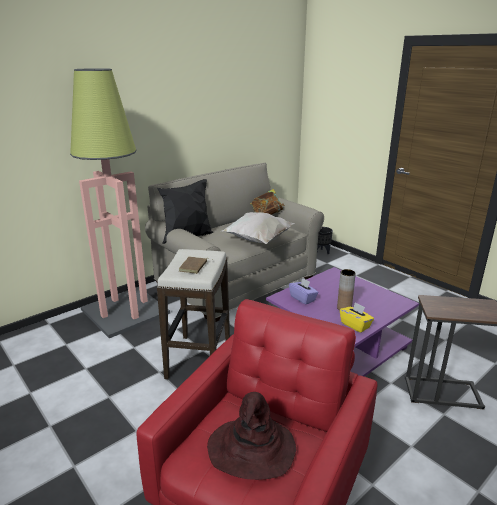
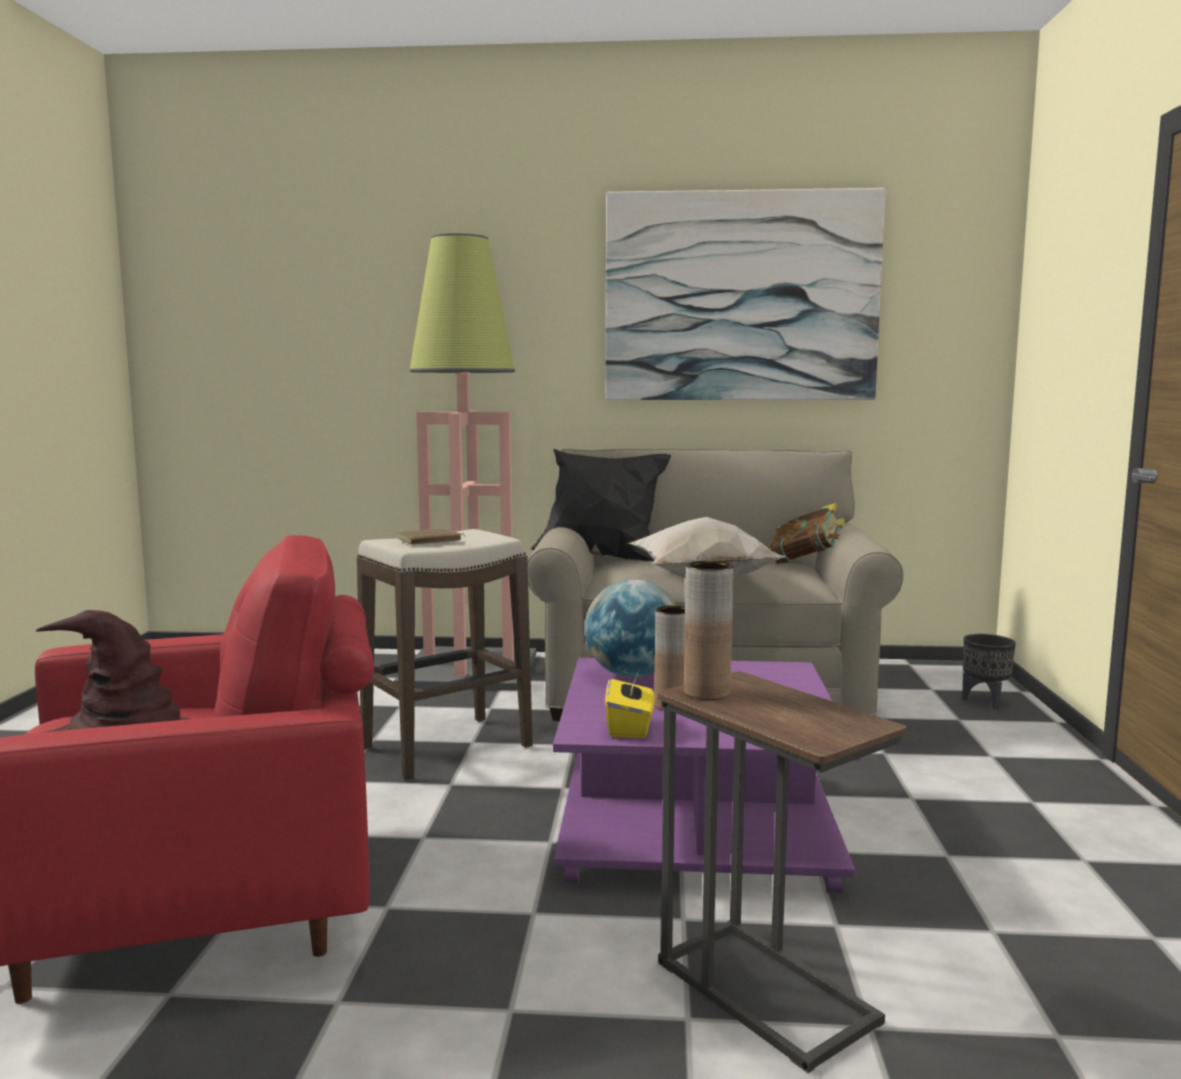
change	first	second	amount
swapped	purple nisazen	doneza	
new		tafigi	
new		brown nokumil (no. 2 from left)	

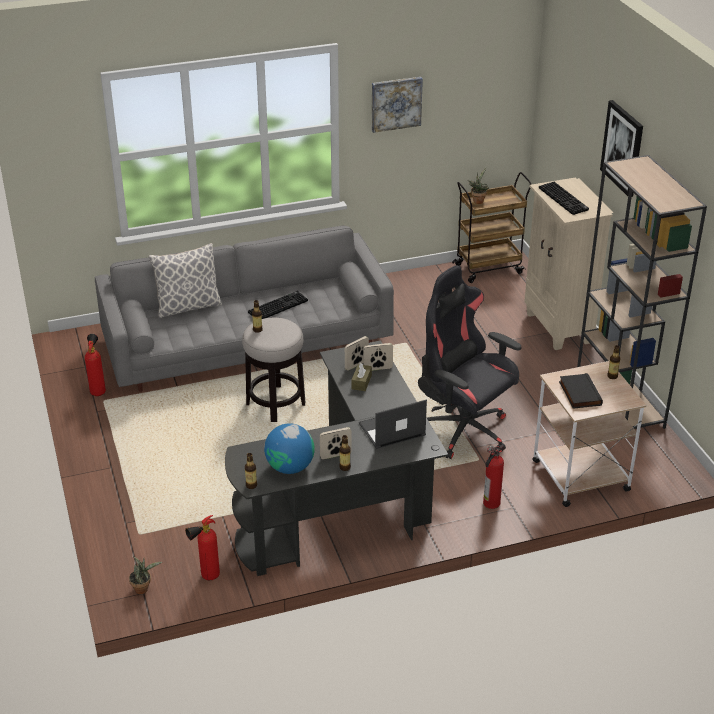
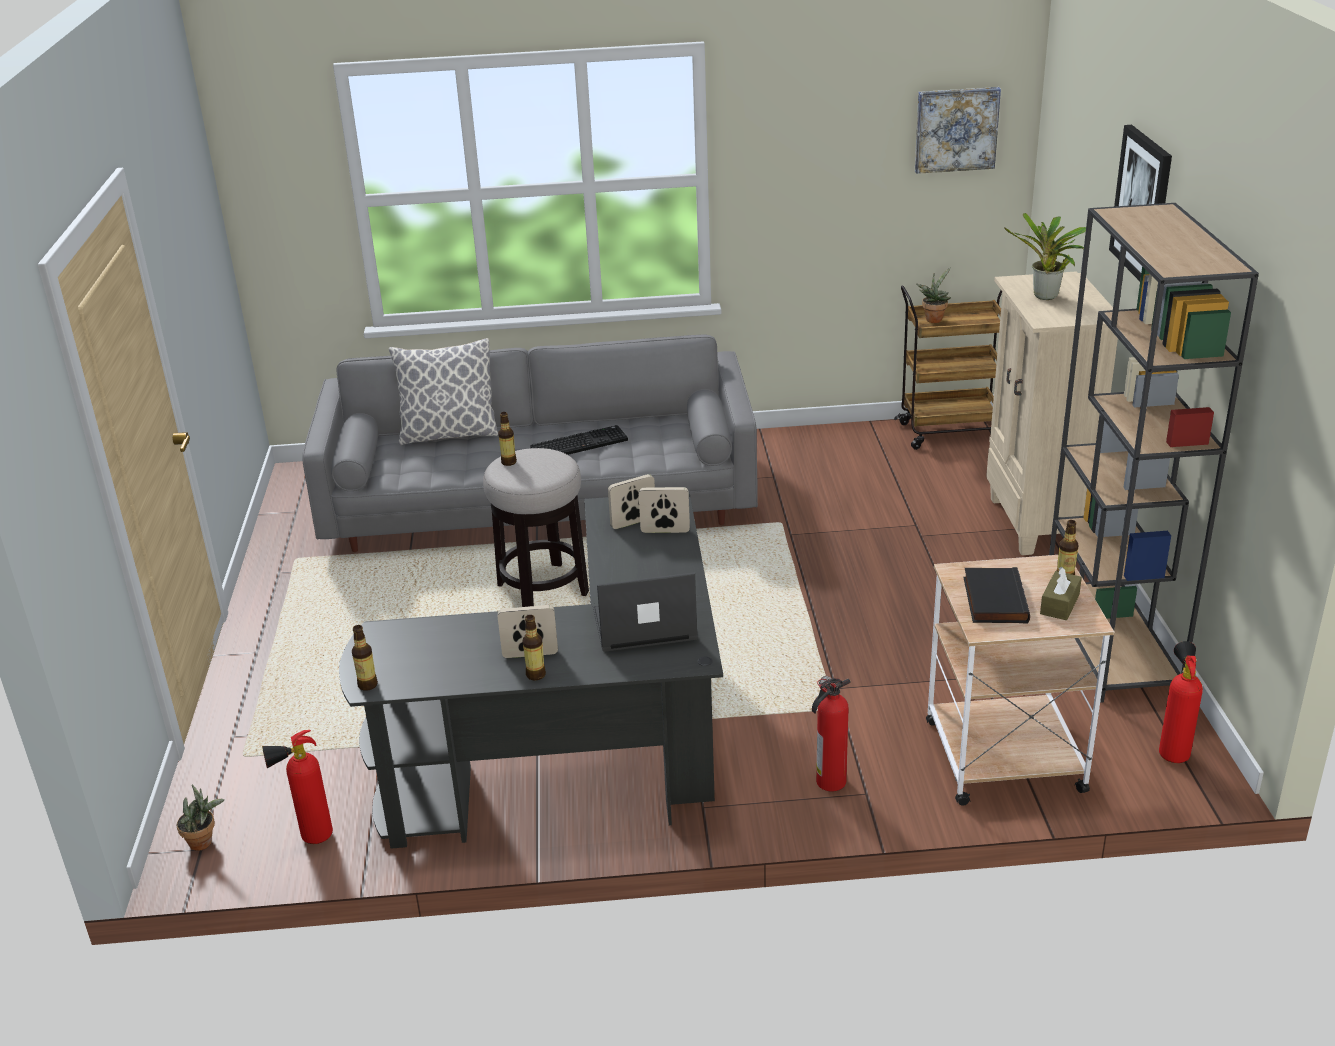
change	first	second	amount
shifted	tafigi (no. 1 from left)		
swapped	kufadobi (no. 2 from left)	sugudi (no. 3 from left)	
gone	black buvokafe		
shifted	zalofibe (no. 1 from left in the first image)	zalofibe (no. 3 from left)	
shifted	brown nisazen		
gone	doneza		

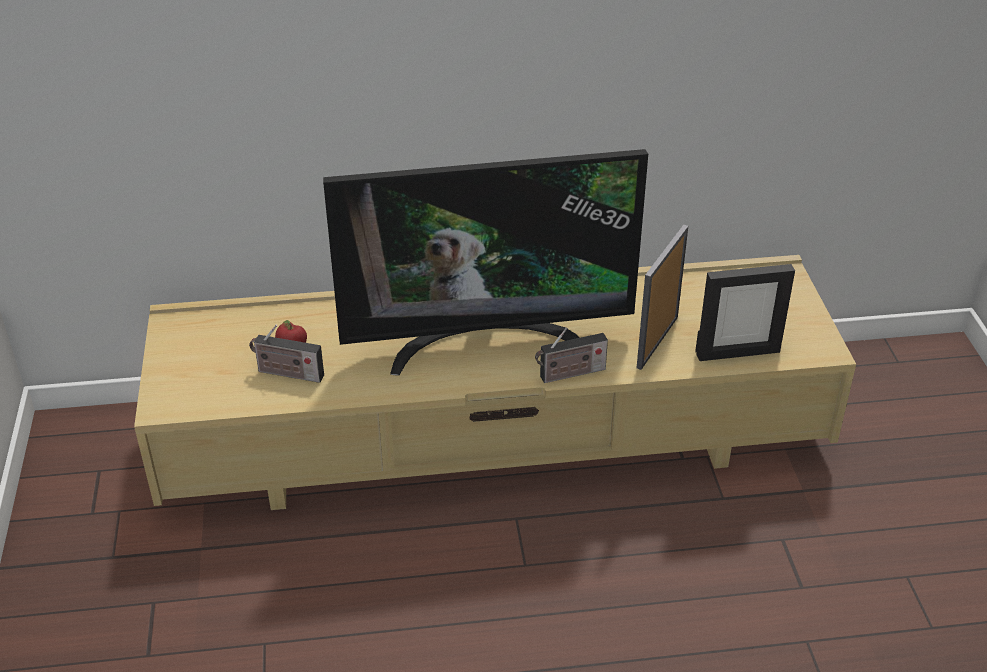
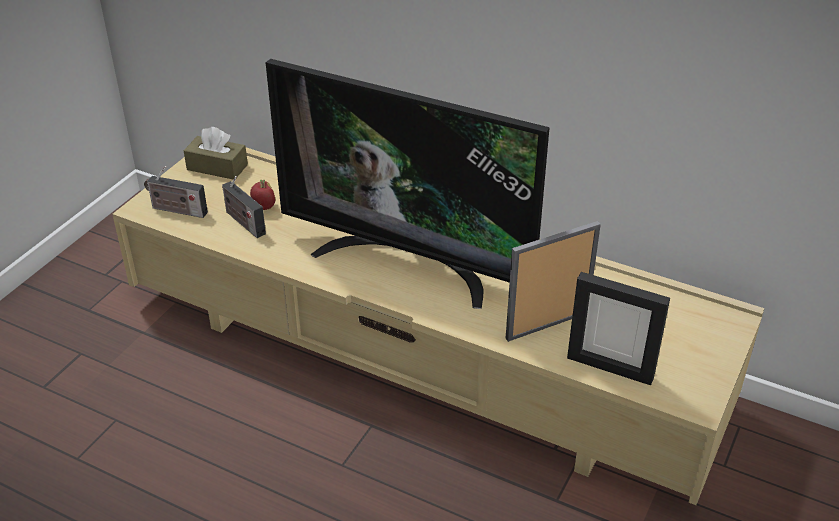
change	first	second	amount
shifted	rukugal (no. 2 from left in the first image)	rukugal (no. 1 from left)	
new		brown nisazen	

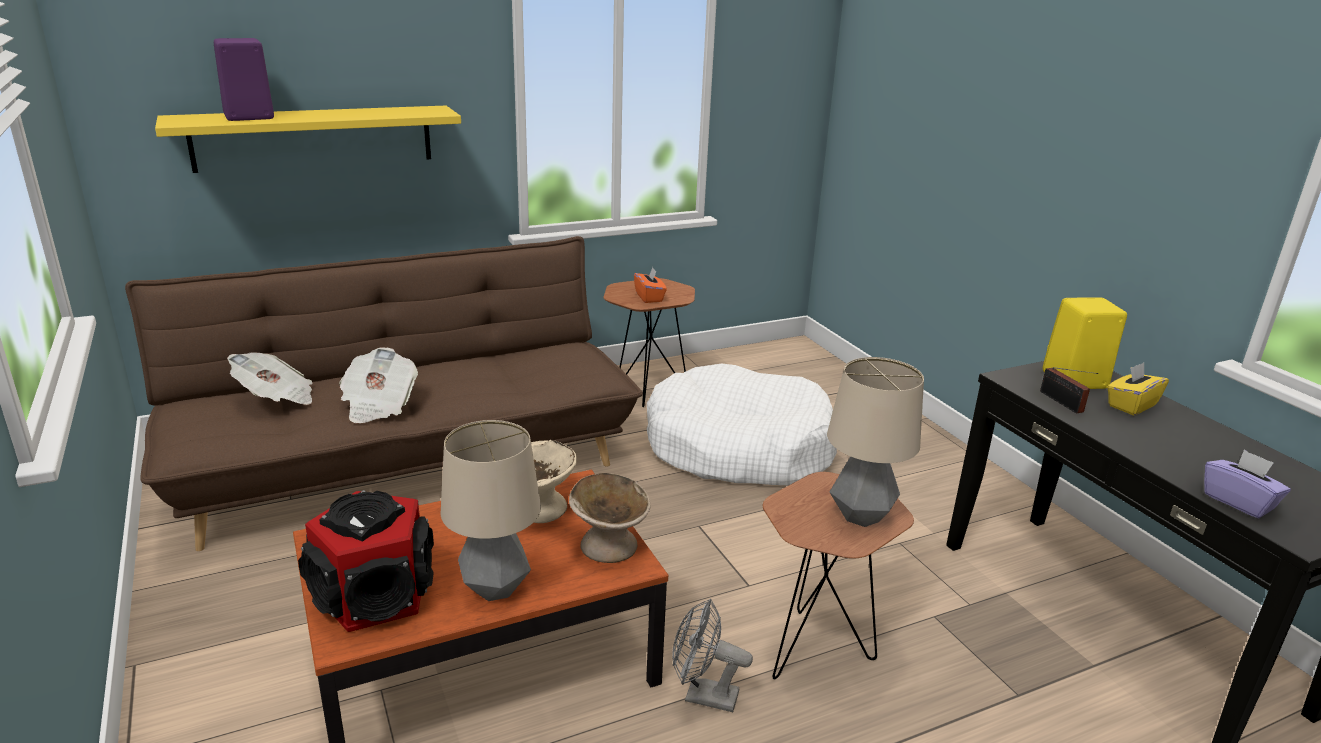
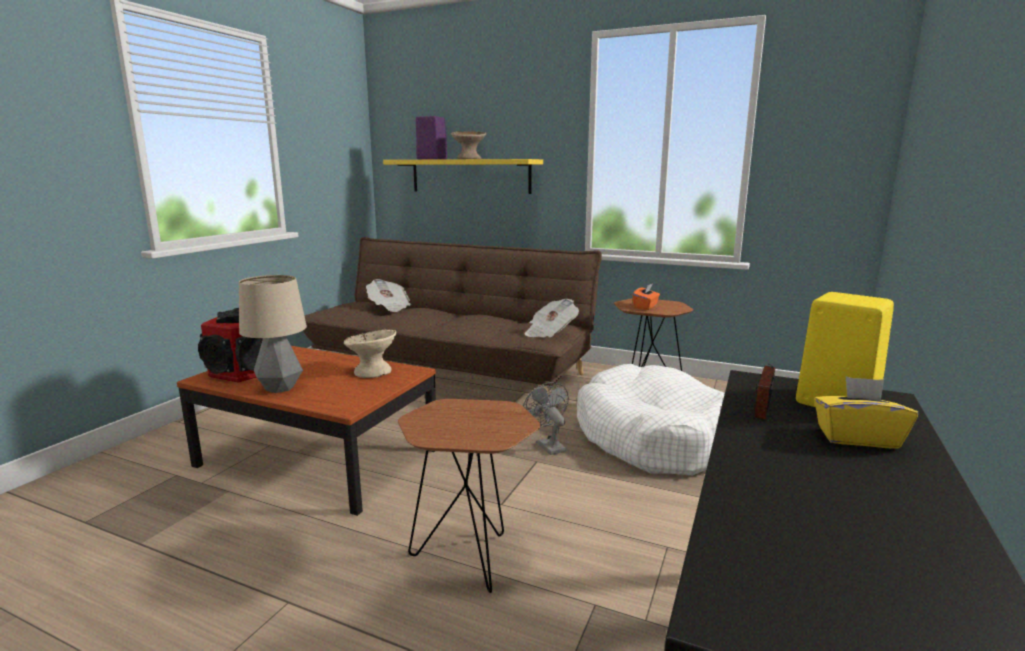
change	first	second	amount
shifted	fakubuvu (no. 2 from left)		
gone	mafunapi (no. 2 from left)		
gone	purple nisazen		
shifted	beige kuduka (no. 2 from left)		
shifted	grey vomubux		

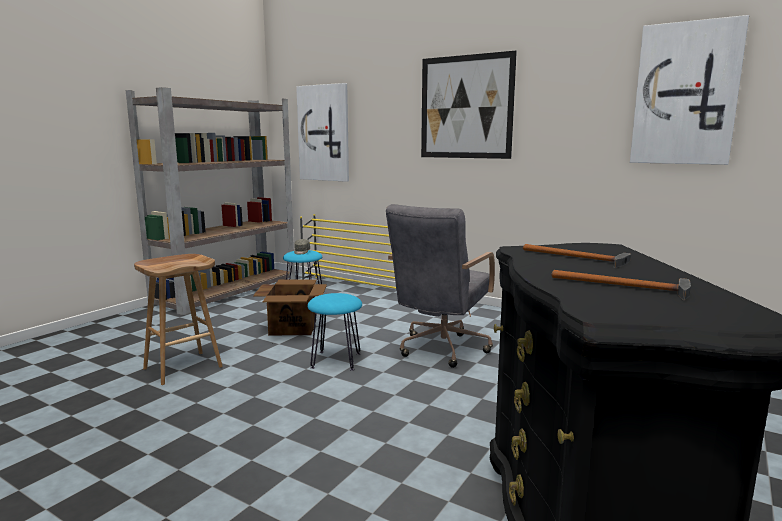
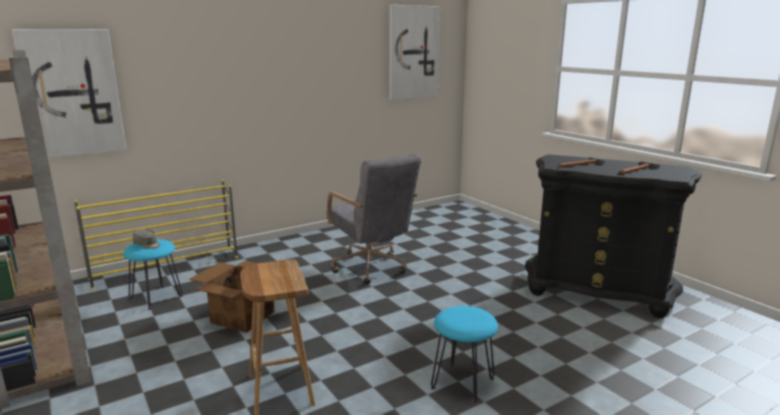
change	first	second	amount
gone	tafigi (no. 2 from left)		
shifted	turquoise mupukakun (no. 2 from left)		

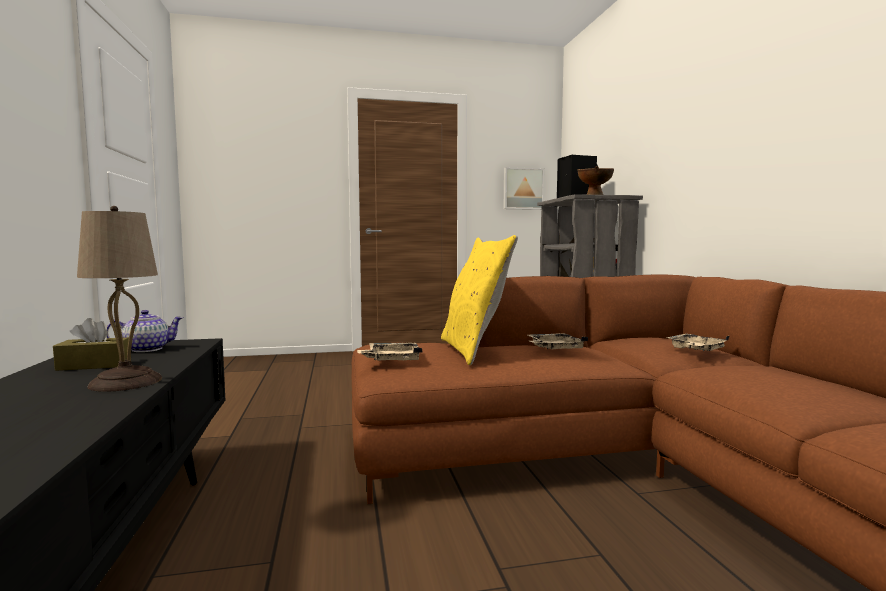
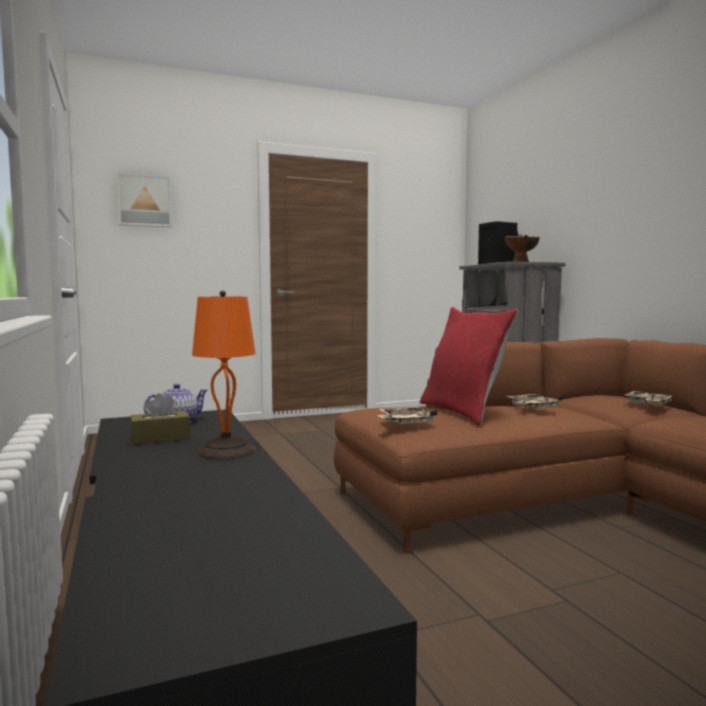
change	first	second	amount
shifted	tafigi		
repainted	beige mafunapi	orange mafunapi	
repainted	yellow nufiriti	red nufiriti	

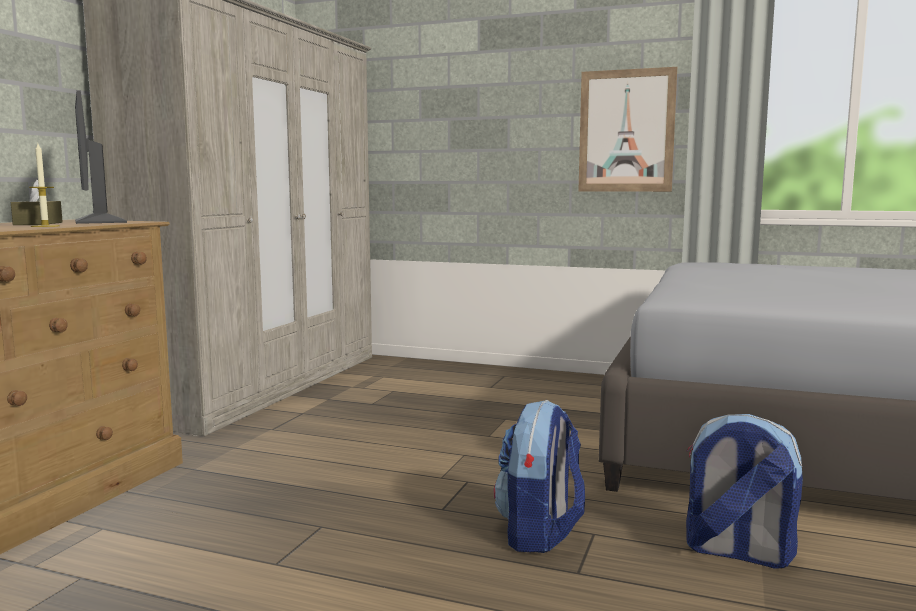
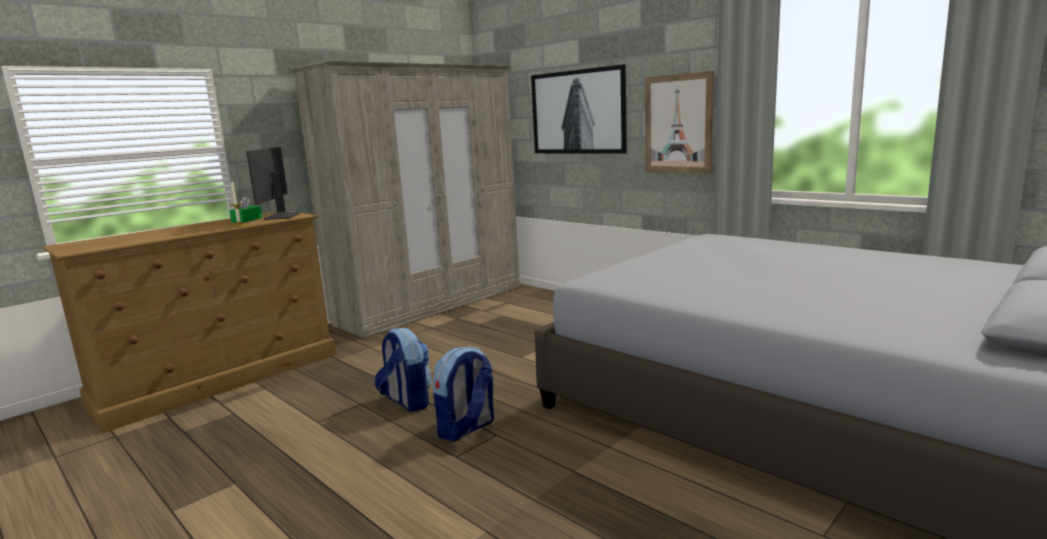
change	first	second	amount
repainted	brown nisazen	green nisazen	
shifted	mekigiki (no. 2 from left in the first image)	mekigiki (no. 1 from left)	
new		tafigi (no. 1 from left)	

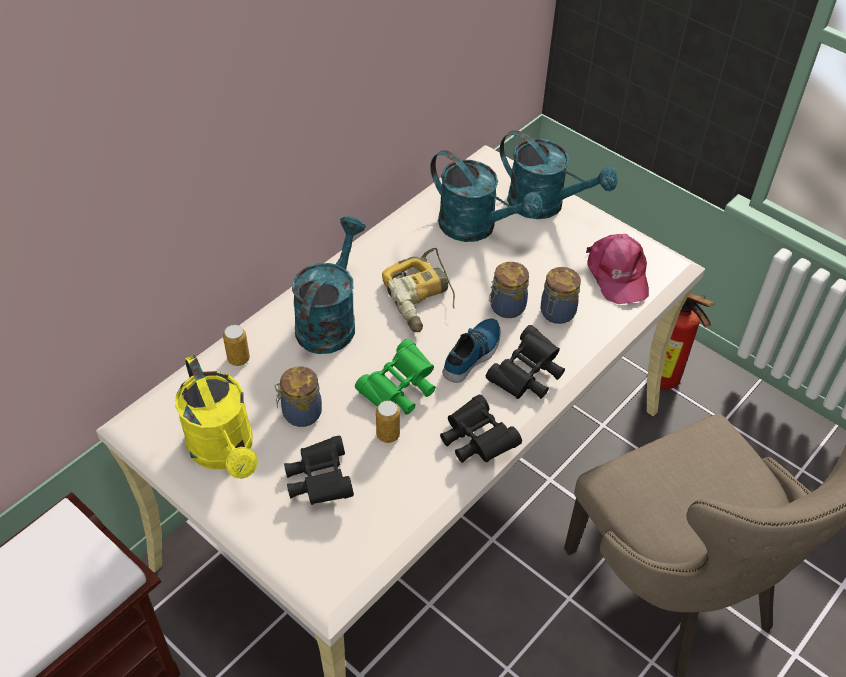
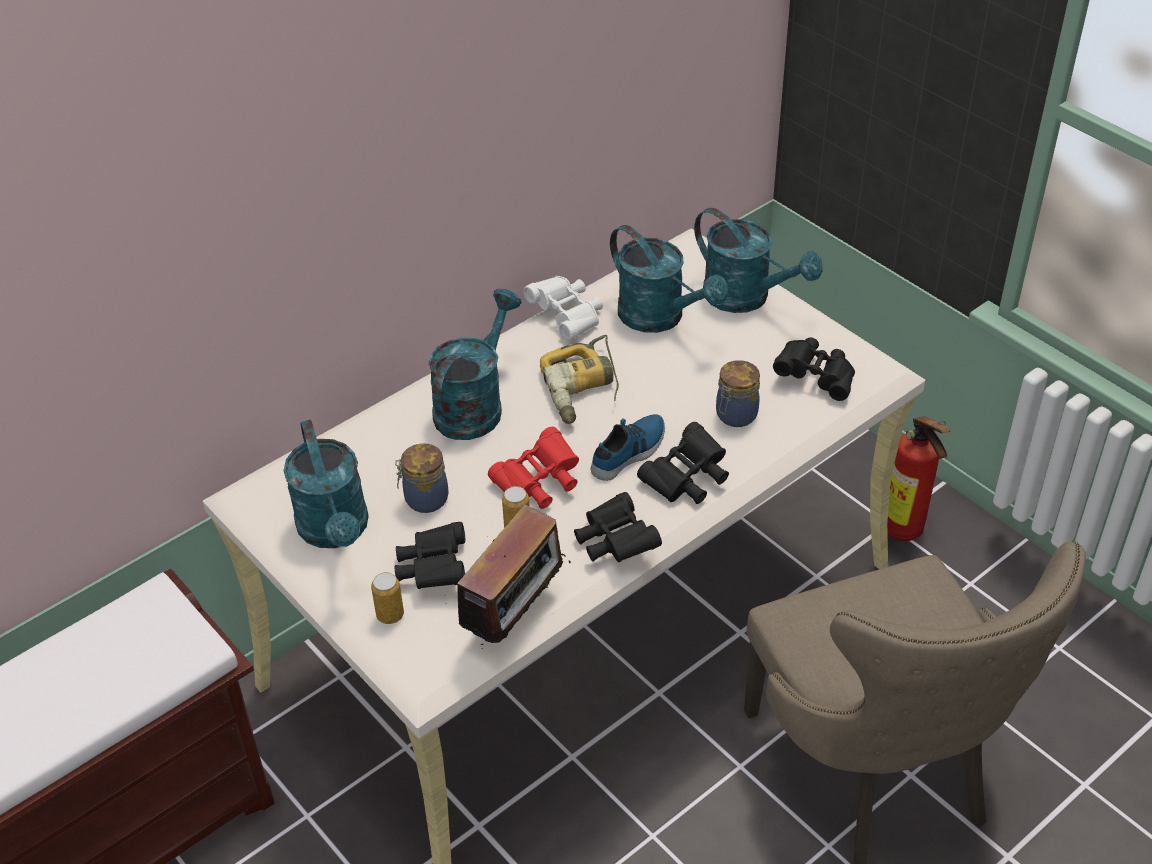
change	first	second	amount
swapped	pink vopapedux	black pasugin (no. 4 from left)	
gone	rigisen (no. 2 from left)		
shifted	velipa (no. 1 from left)		
repainted	green pasugin	red pasugin	
repainted	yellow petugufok	turquoise petugufok (no. 1 from left)	
new		white pasugin	
new		rukugal	

